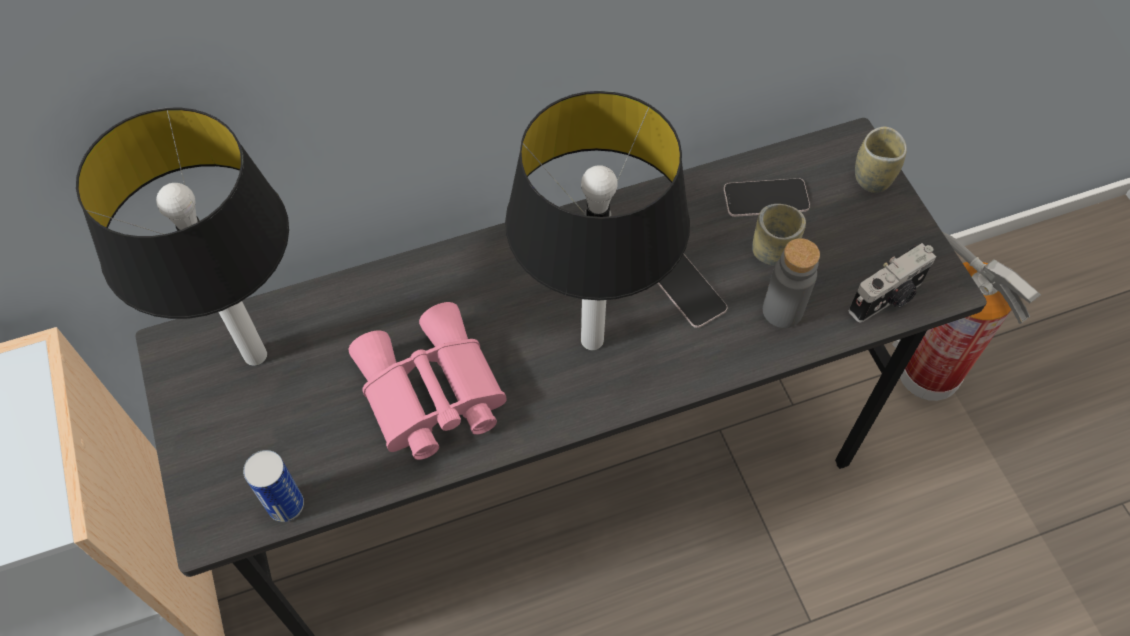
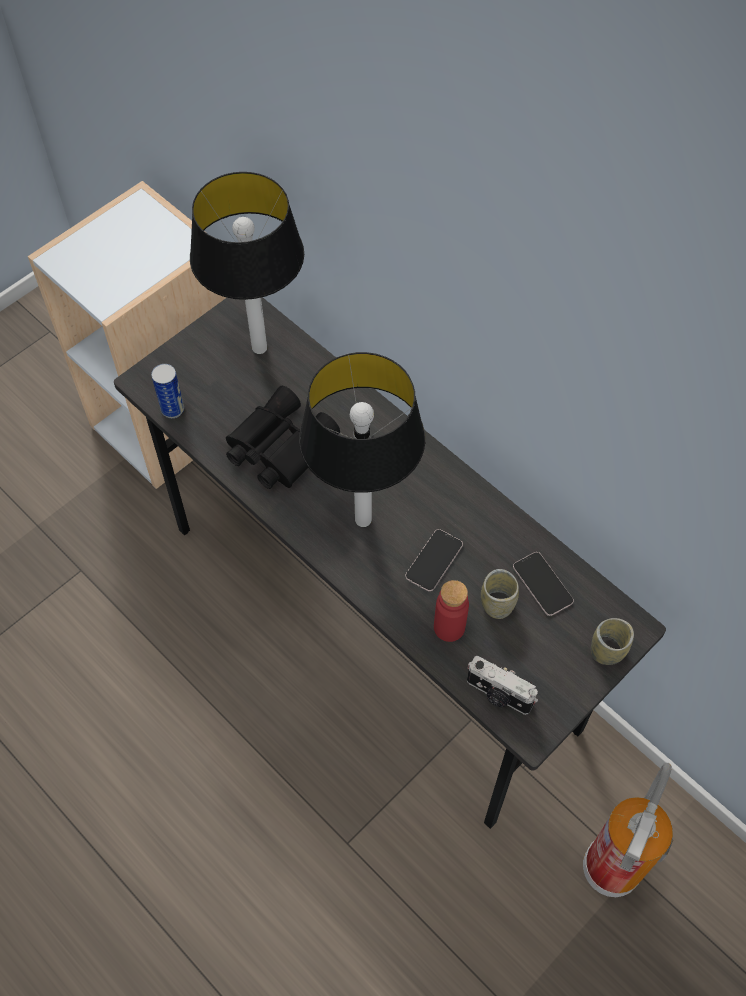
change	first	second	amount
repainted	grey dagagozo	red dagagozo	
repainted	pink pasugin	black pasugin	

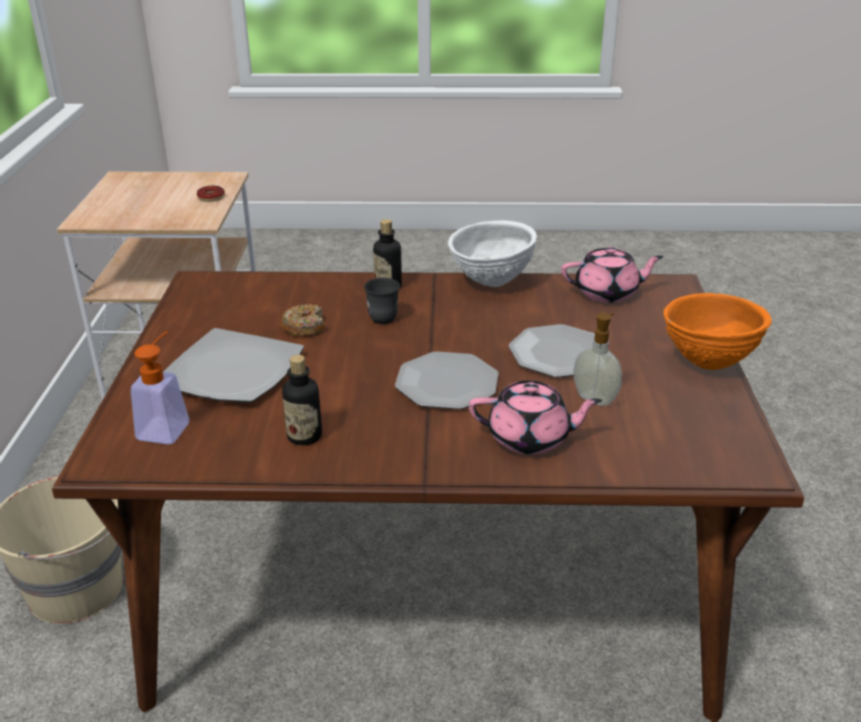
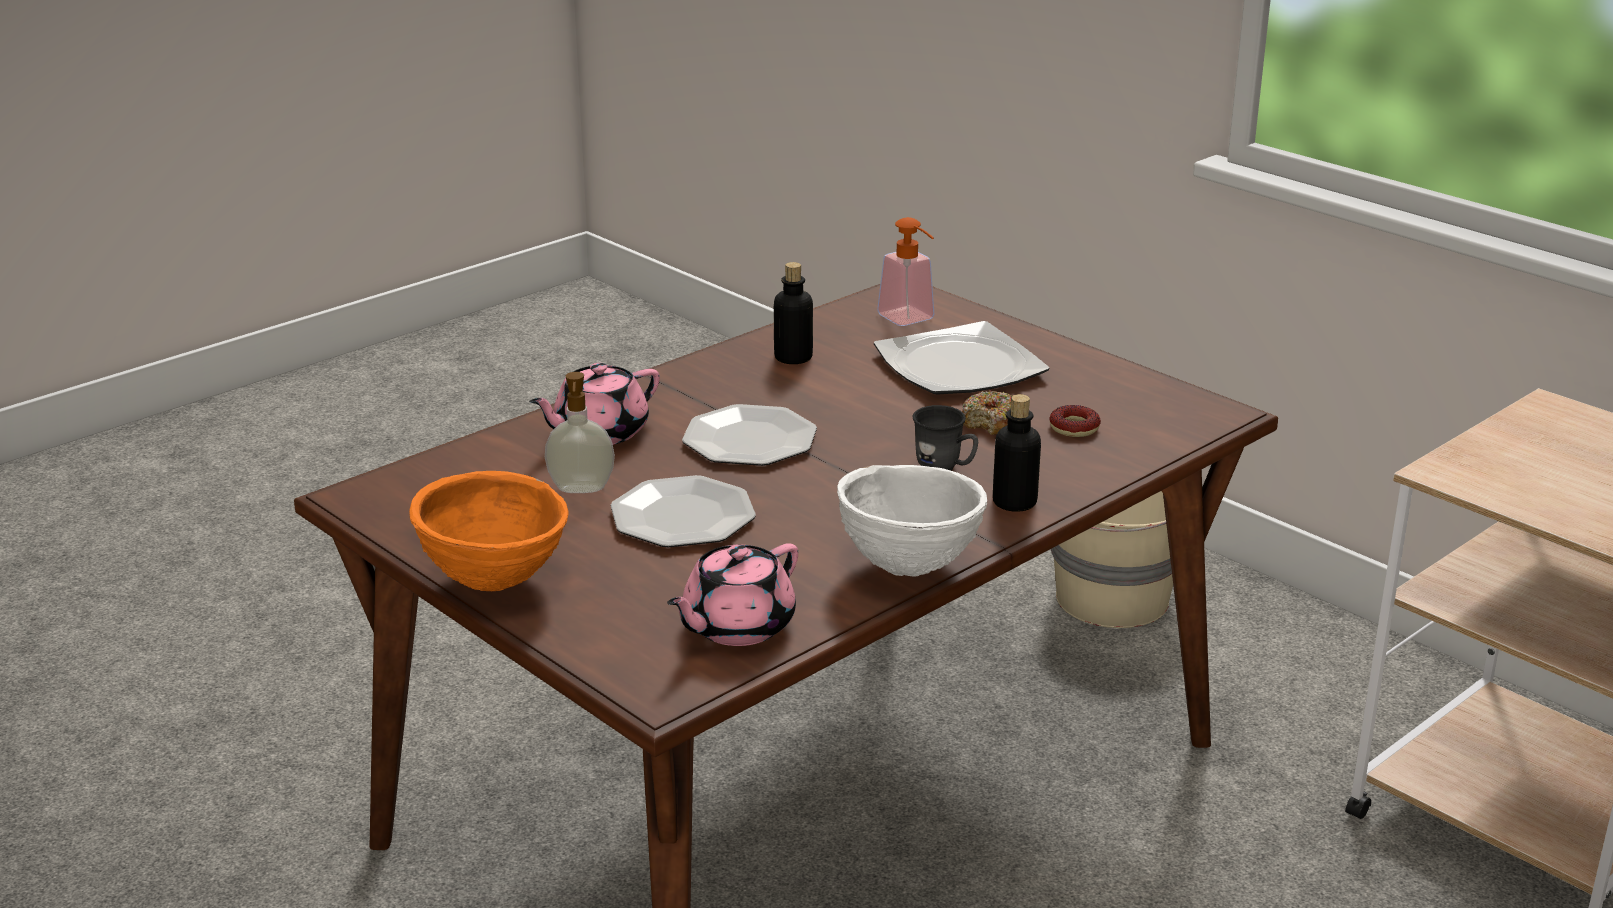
change	first	second	amount
shifted	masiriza (no. 1 from left in the first image)	masiriza (no. 2 from left)	

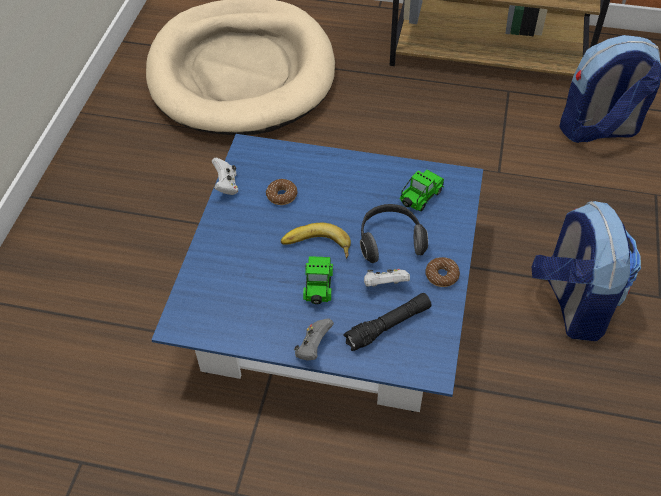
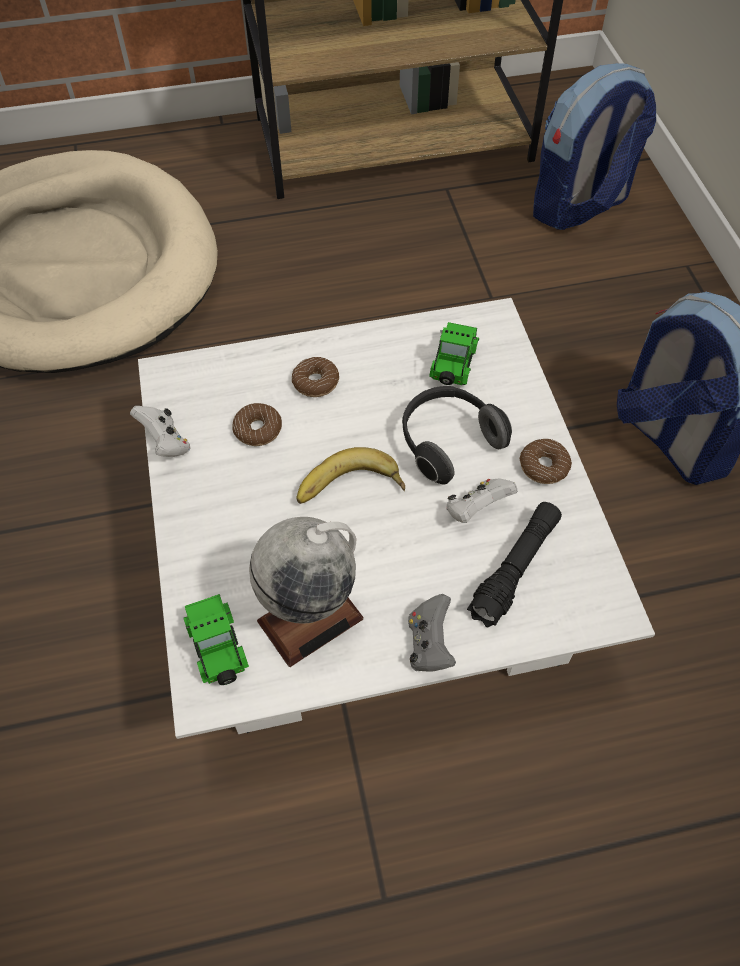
change	first	second	amount
repainted	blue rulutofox	white rulutofox	
shifted	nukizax (no. 1 from left)		
new		masiriza (no. 2 from left)	
new		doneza	

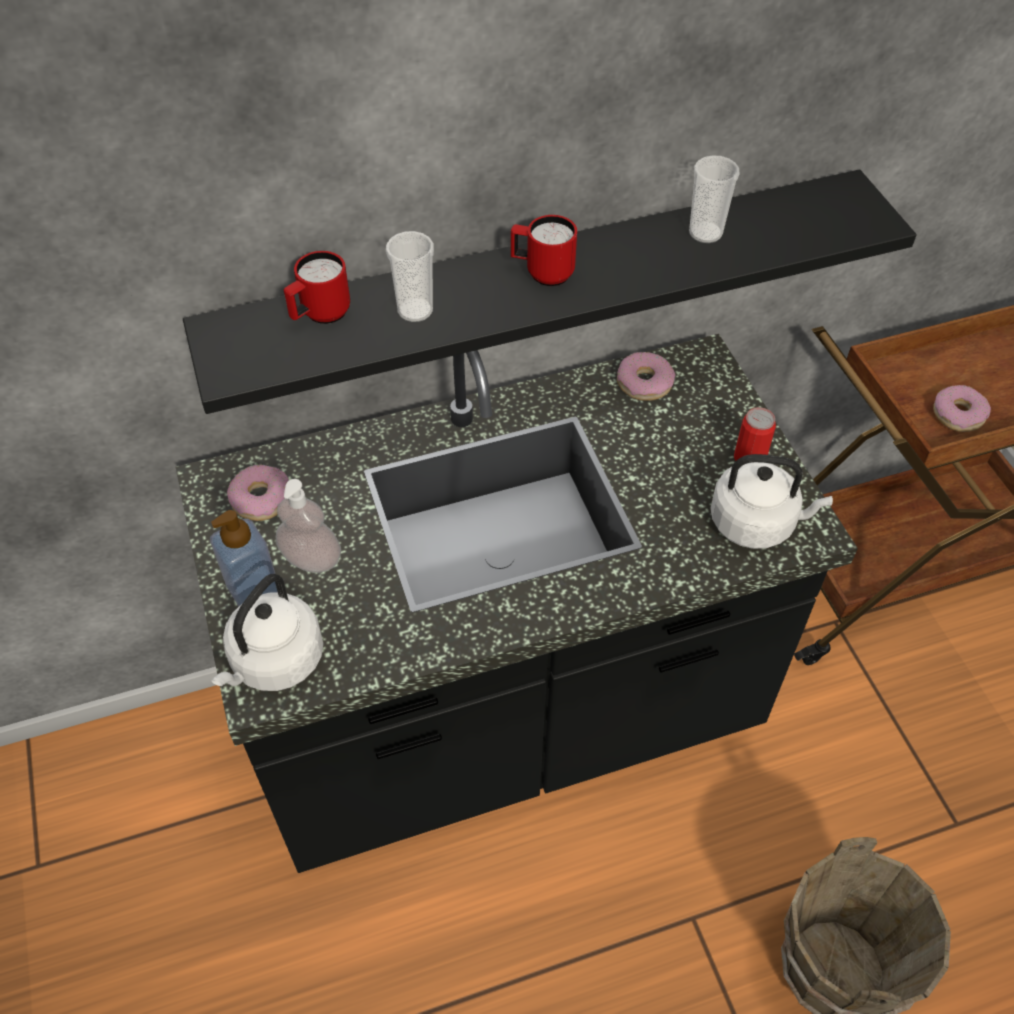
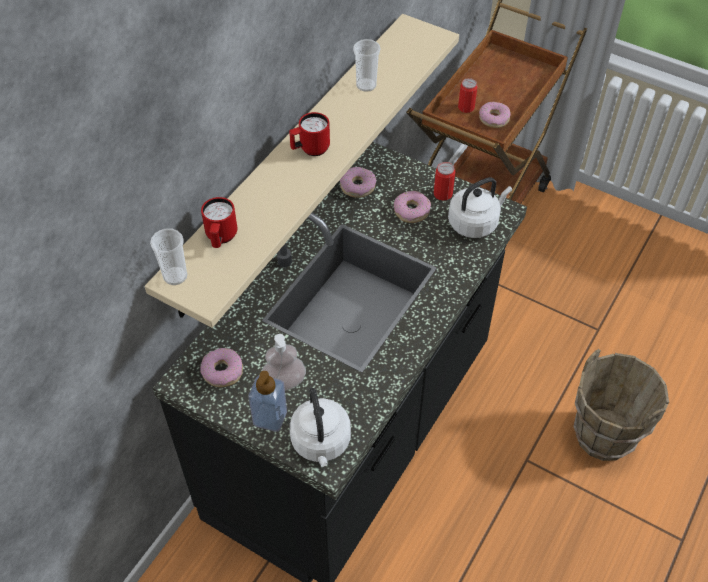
change	first	second	amount
repainted	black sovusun	beige sovusun	
shifted	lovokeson (no. 1 from left)		
new		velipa (no. 2 from left)	
new		masiriza (no. 3 from left)	

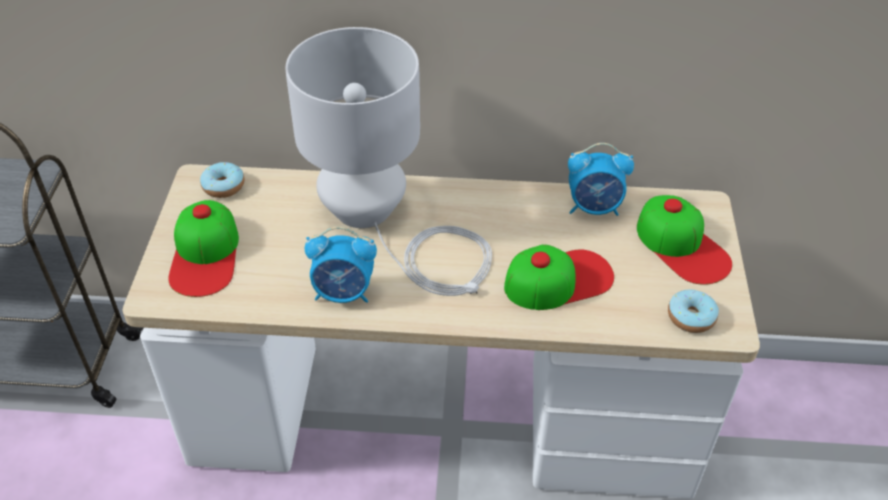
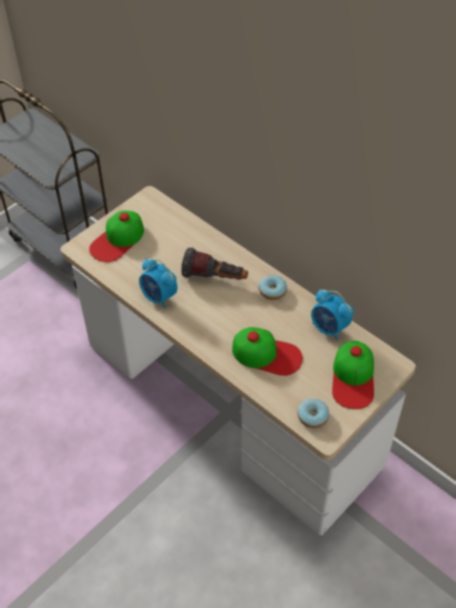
change	first	second	amount
swapped	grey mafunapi	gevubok	
shifted	masiriza (no. 1 from left)		

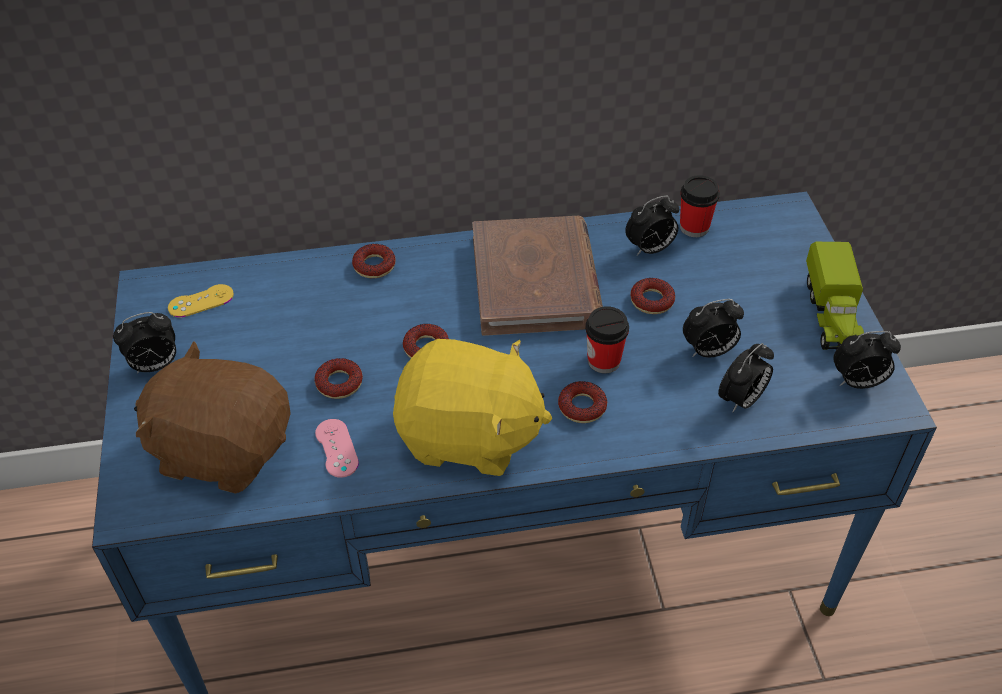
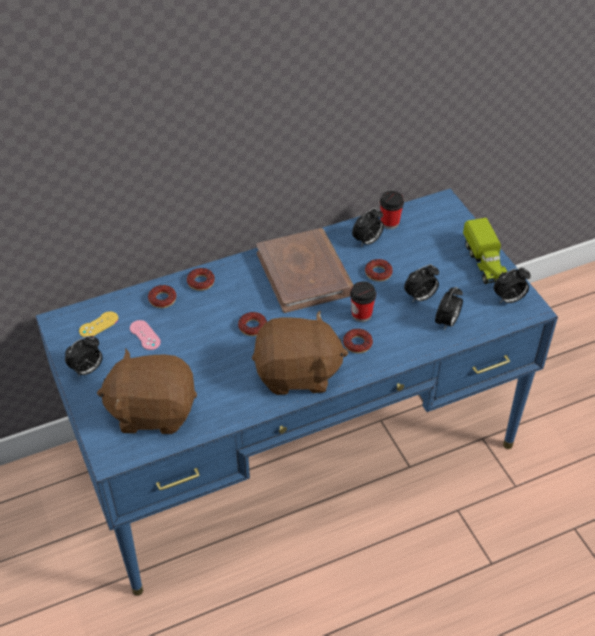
change	first	second	amount
repainted	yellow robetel	brown robetel (no. 2 from left)	
shifted	masiriza (no. 1 from left)		
shifted	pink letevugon		

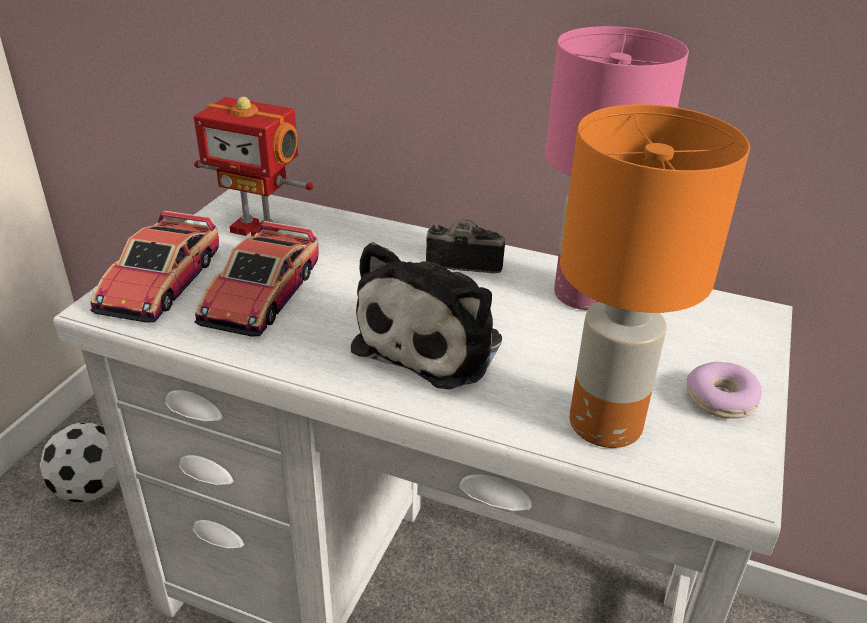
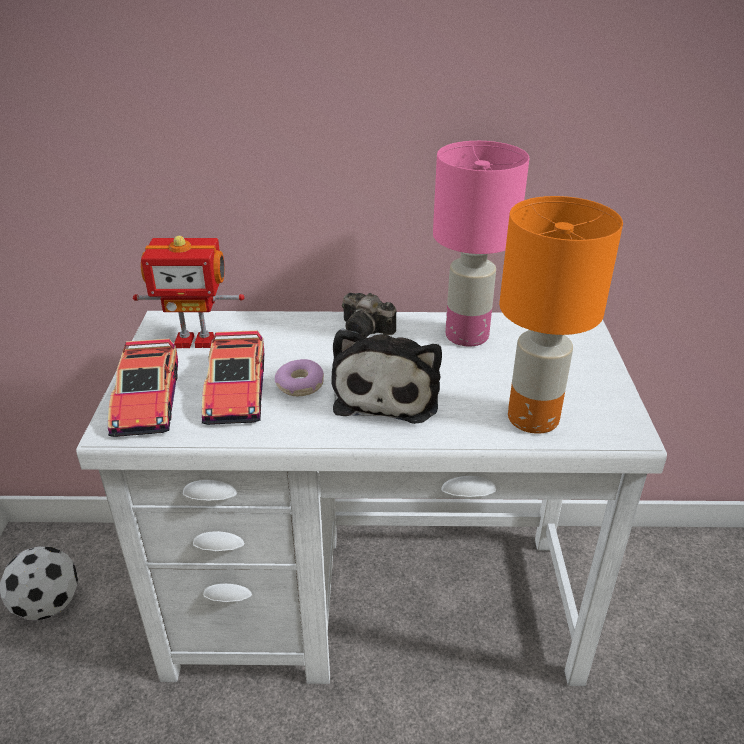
change	first	second	amount
rotated	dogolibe		135 degrees counterclockwise
shifted	masiriza		

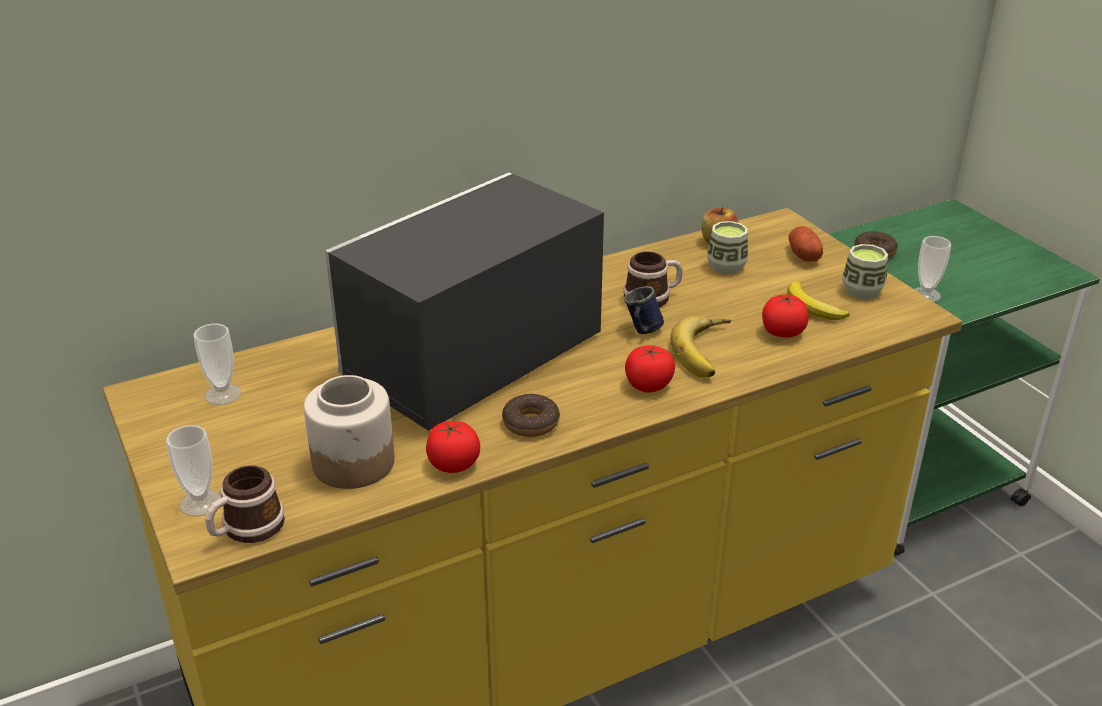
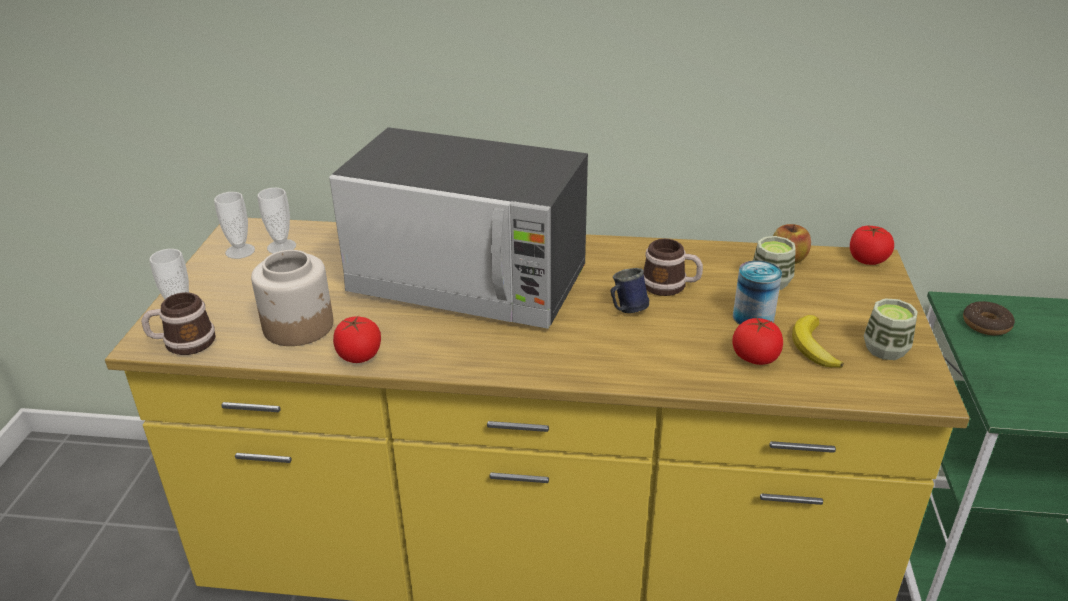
change	first	second	amount
rotated	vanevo		150 degrees counterclockwise
gone	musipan		
shifted	lovokeson (no. 5 from left in the first image)	lovokeson (no. 2 from left)	
gone	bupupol (no. 1 from left)		
shifted	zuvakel (no. 2 from left in the first image)	zuvakel (no. 3 from left)	
gone	masiriza (no. 1 from left)		
new		velipa	

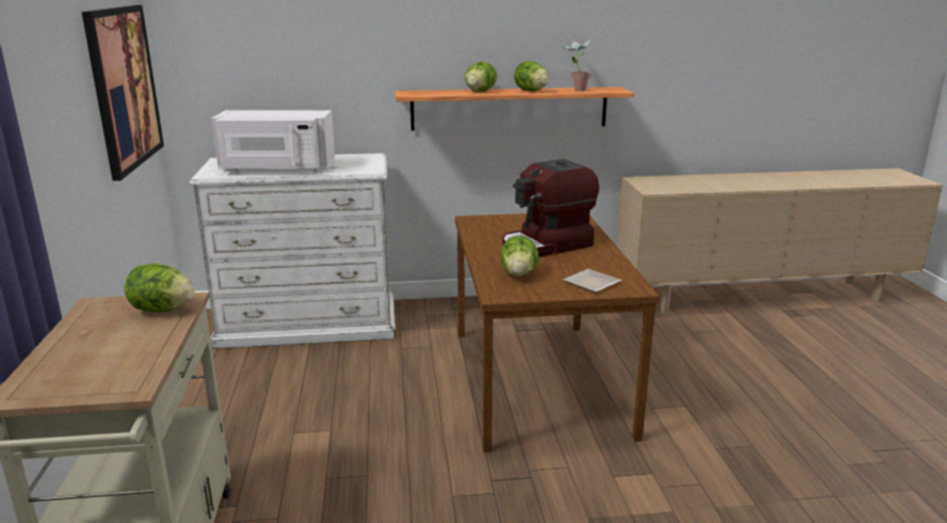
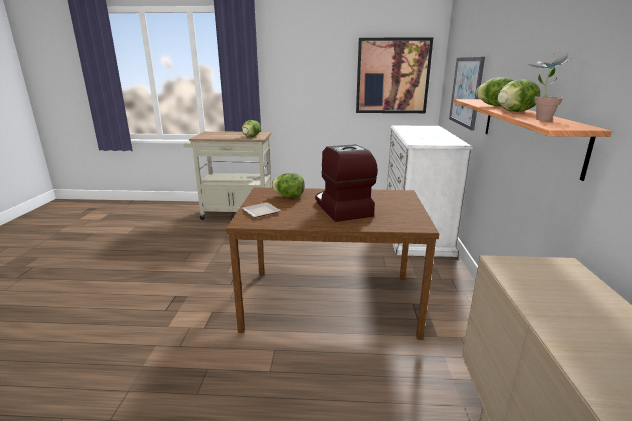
change	first	second	amount
gone	white vanevo		
new		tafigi (no. 2 from left)	

